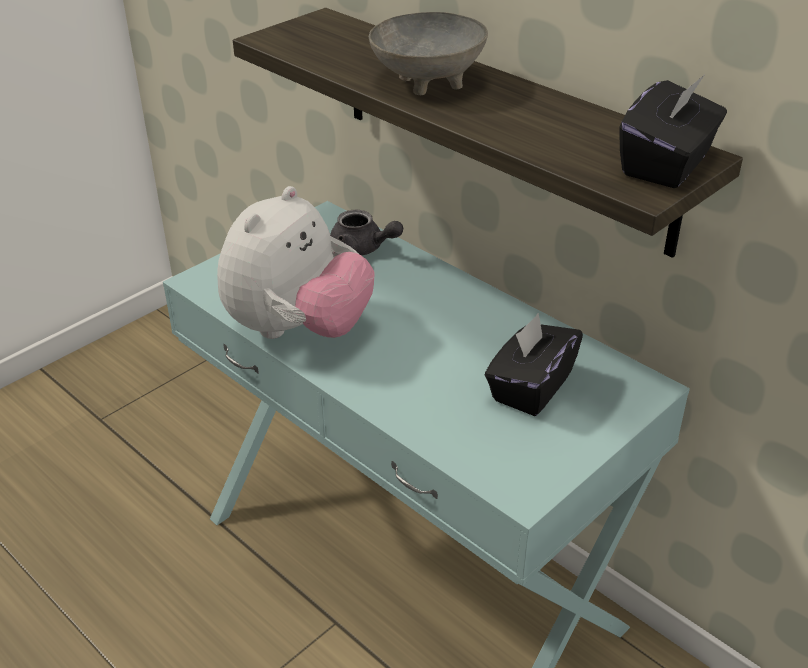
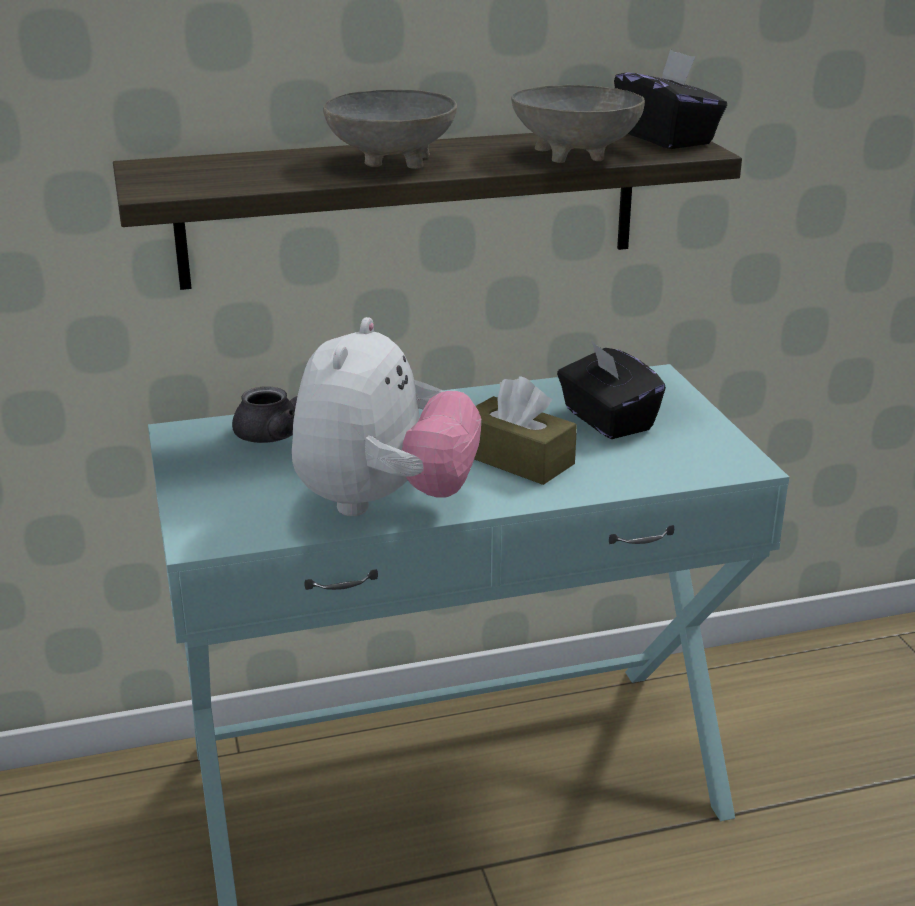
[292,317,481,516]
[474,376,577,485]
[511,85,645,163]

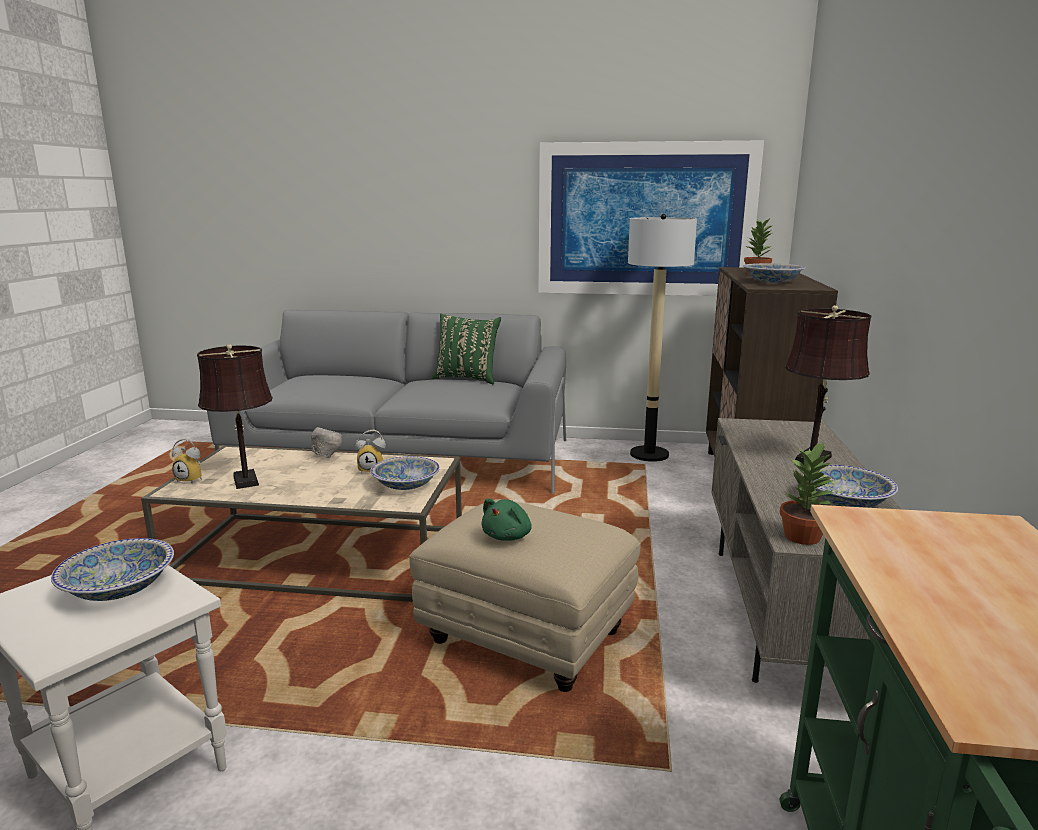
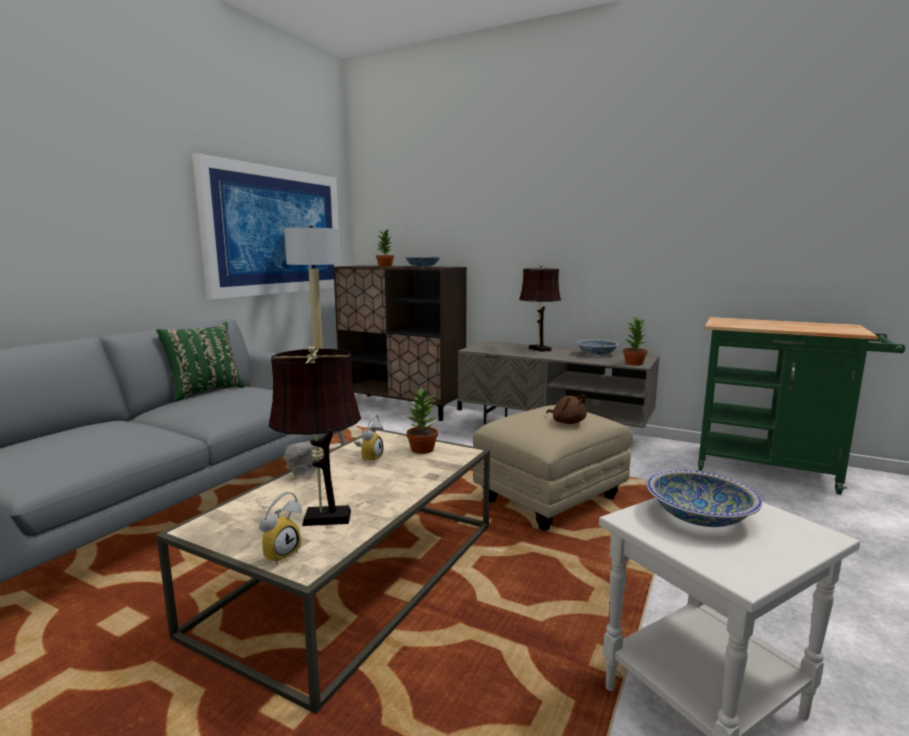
[406,387,438,454]
[546,395,587,424]

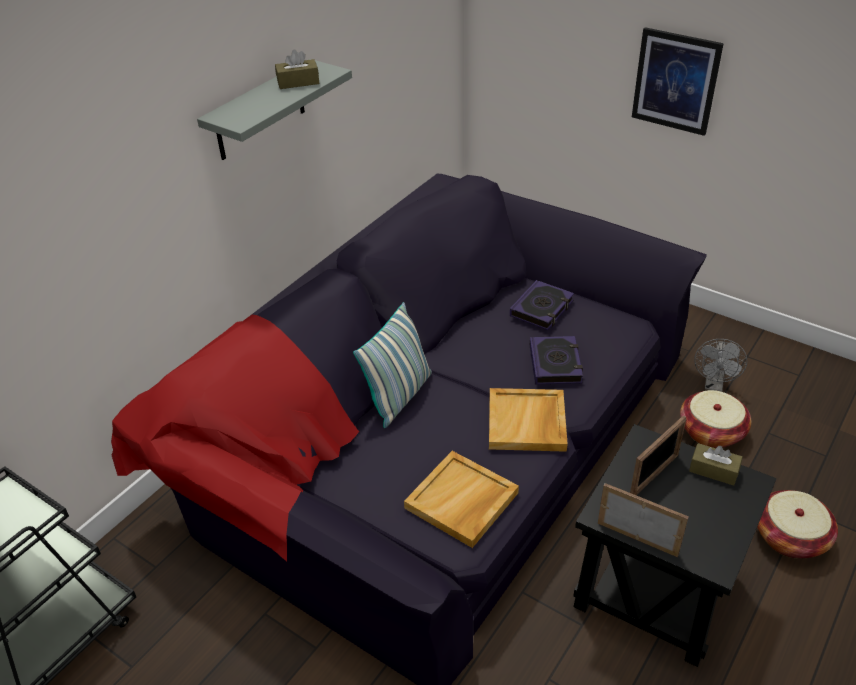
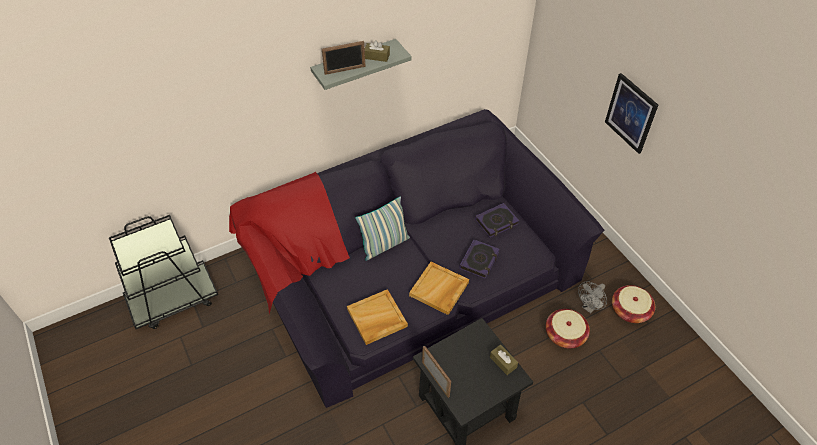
[322,41,366,75]
[612,285,655,323]

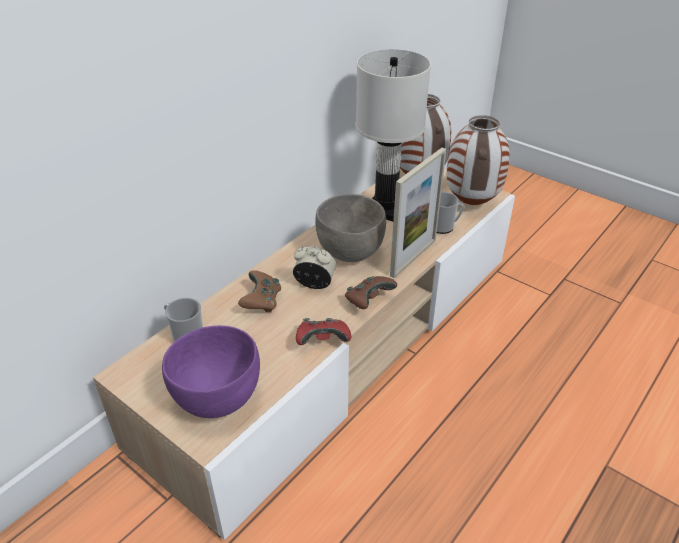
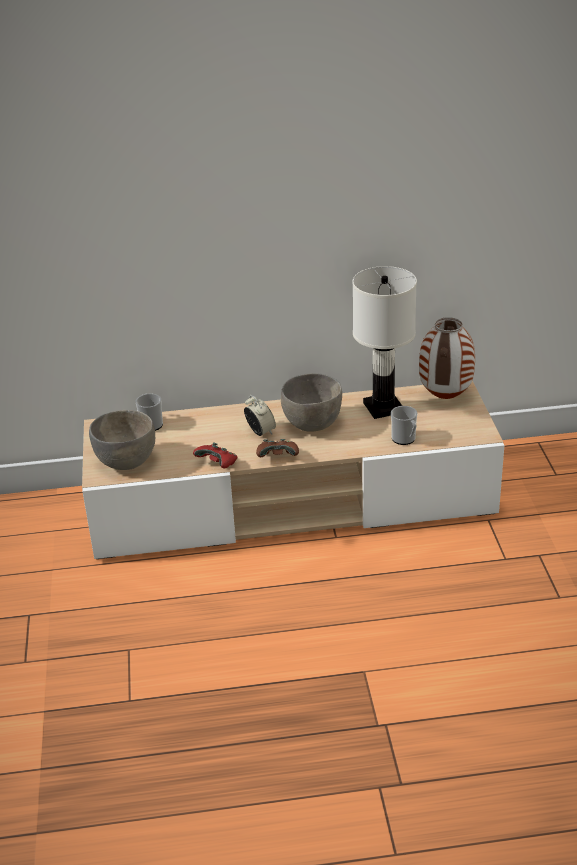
[89,410,155,470]
[238,270,281,313] (first image)
[390,148,446,278] (first image)
[447,115,510,205] (first image)

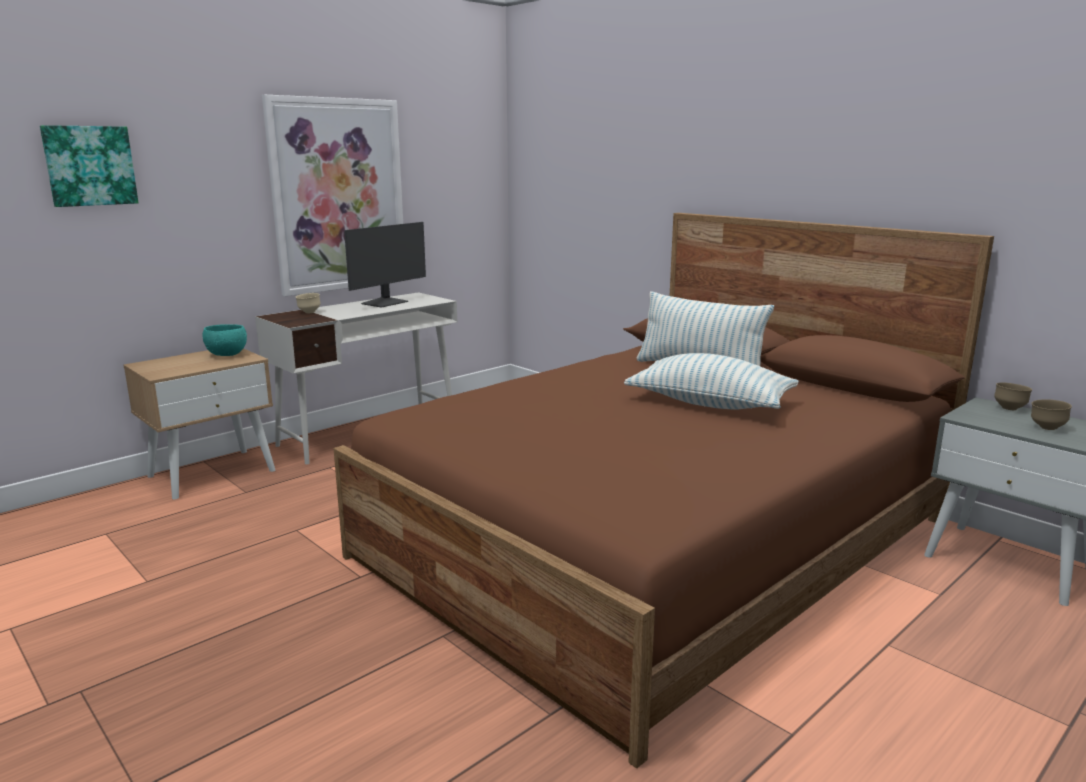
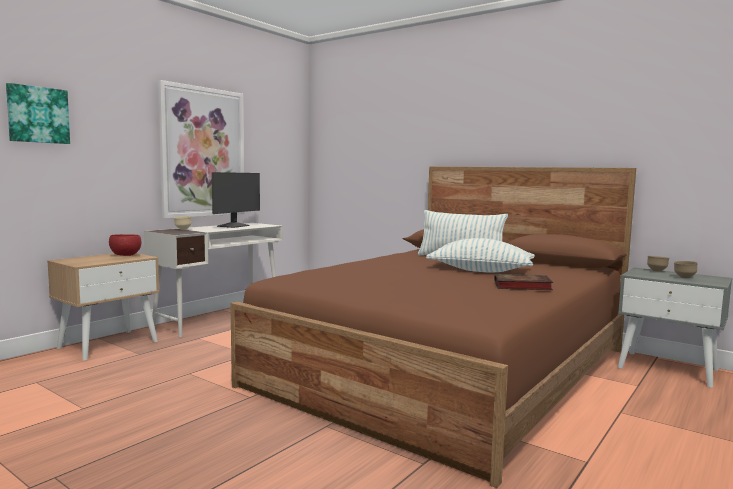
[109,234,141,256]
[495,274,553,290]

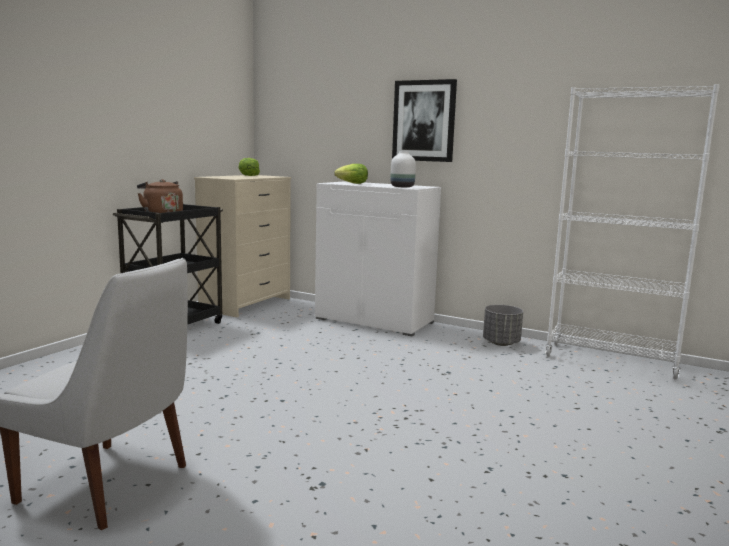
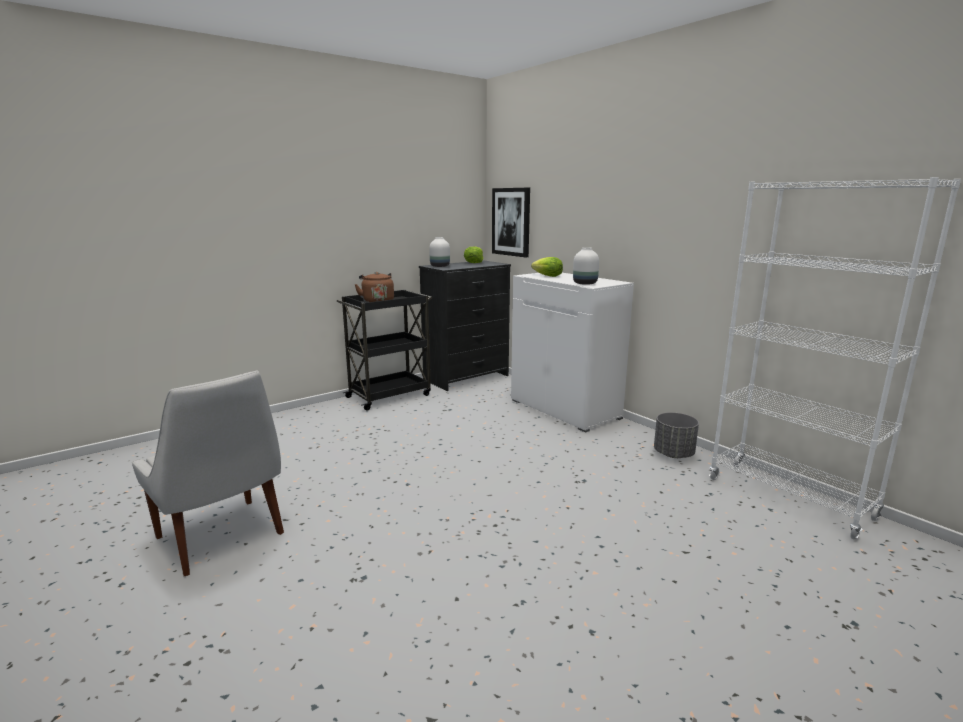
[419,261,511,391]
[492,188,530,257]
[429,237,450,267]

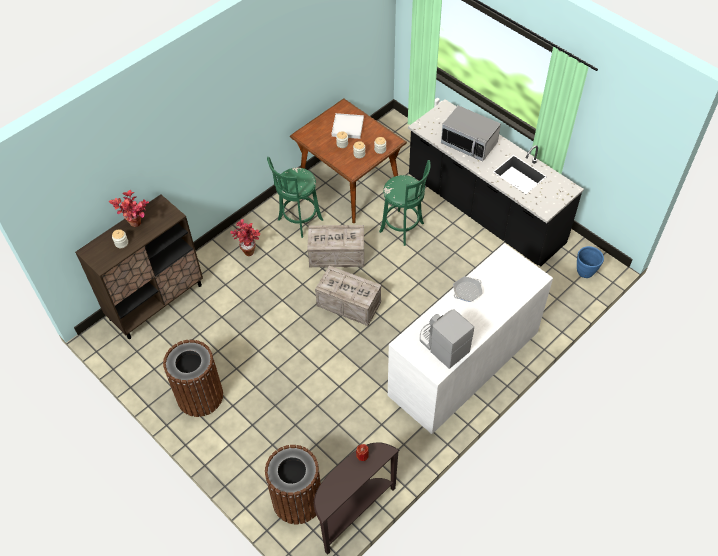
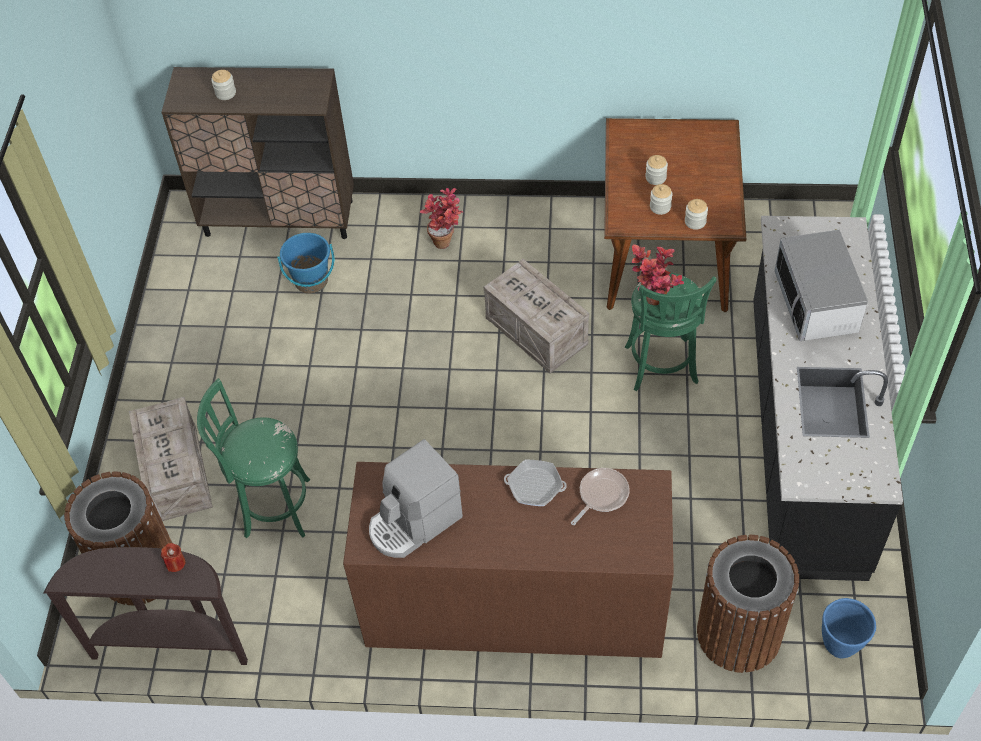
[632,245,684,305]
[697,535,799,673]
[197,378,311,538]
[129,397,213,521]
[332,113,364,139] (first image)
[343,462,674,658]
[369,439,463,558]
[277,233,334,293]
[571,468,630,525]

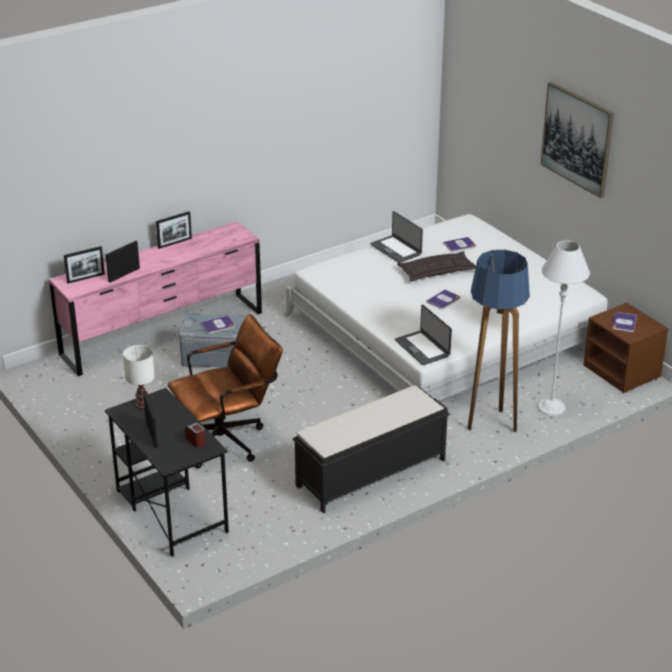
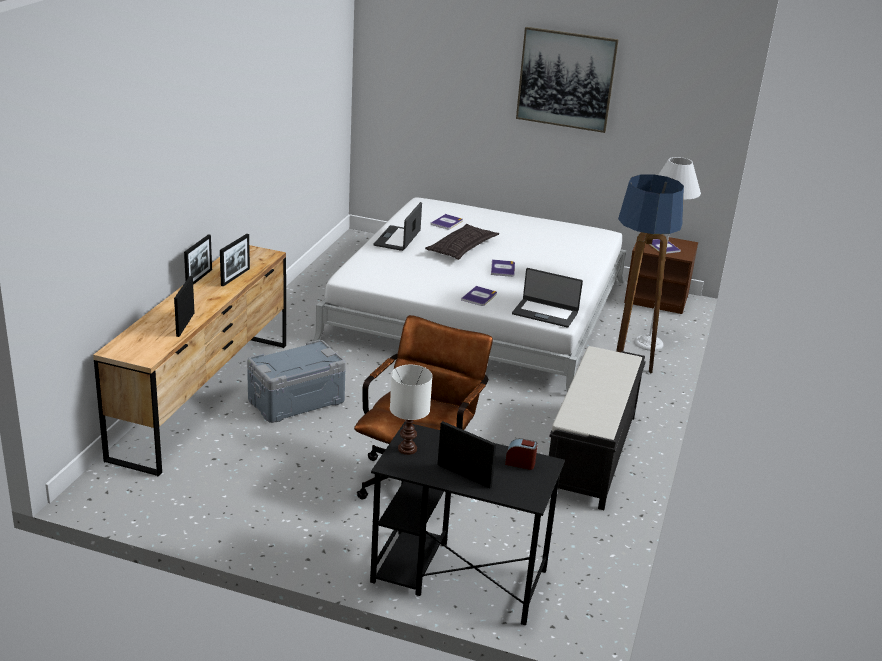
[93,245,286,477]
[220,234,250,286]
[461,286,497,306]
[374,202,422,251]

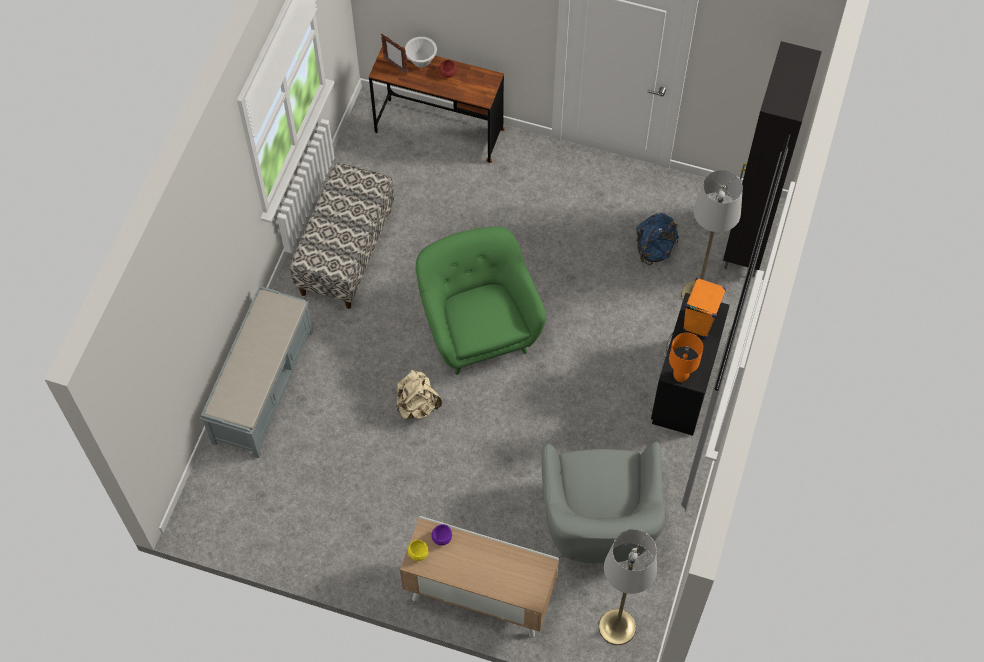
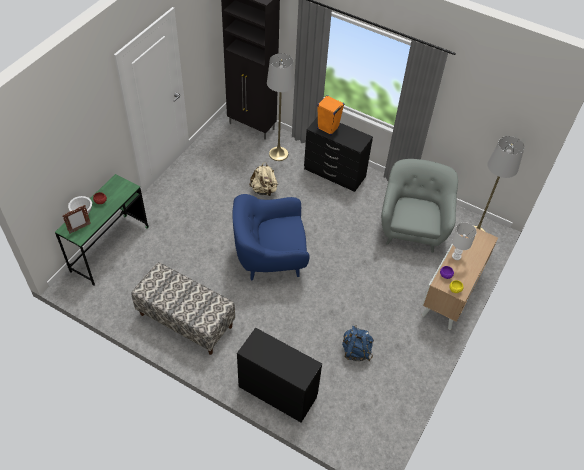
[237,327,322,423]
[55,174,149,286]
[249,162,278,196]
[233,194,310,280]
[381,159,458,253]
[342,325,374,361]
[669,333,703,382] (first image)
[452,222,477,260]

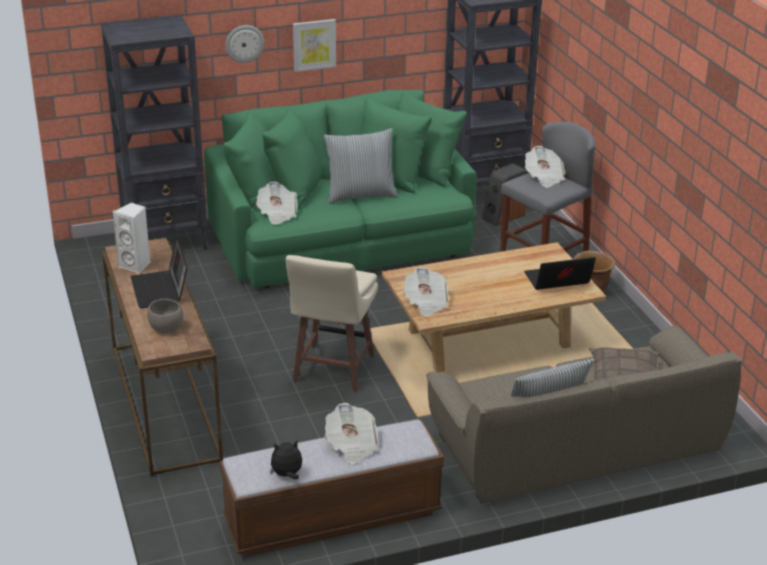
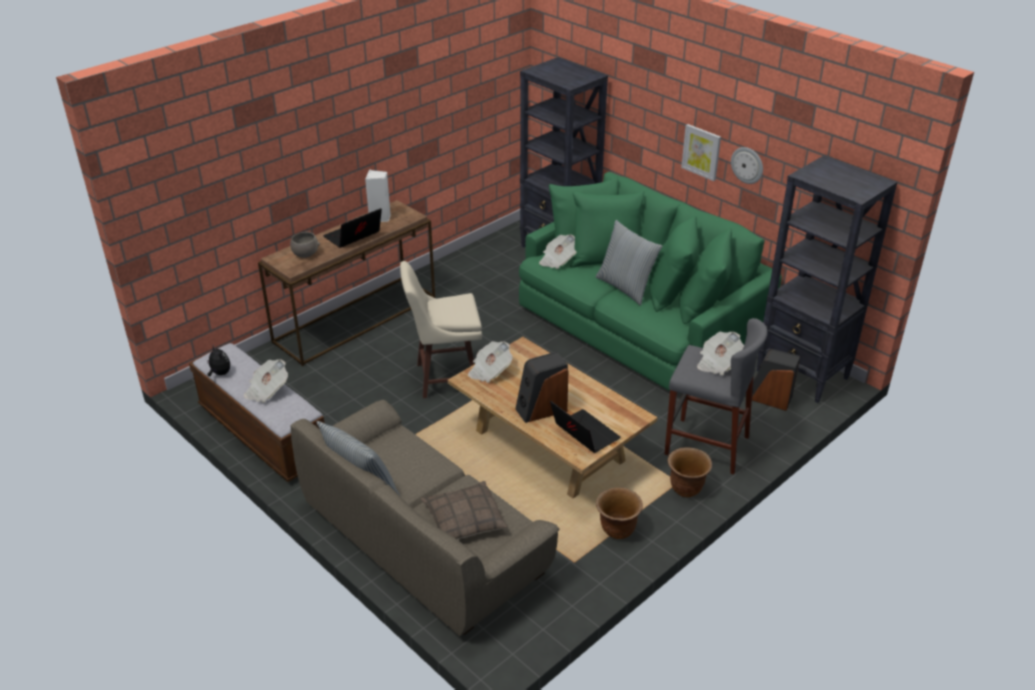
[731,147,763,184]
[515,351,568,423]
[596,487,643,539]

